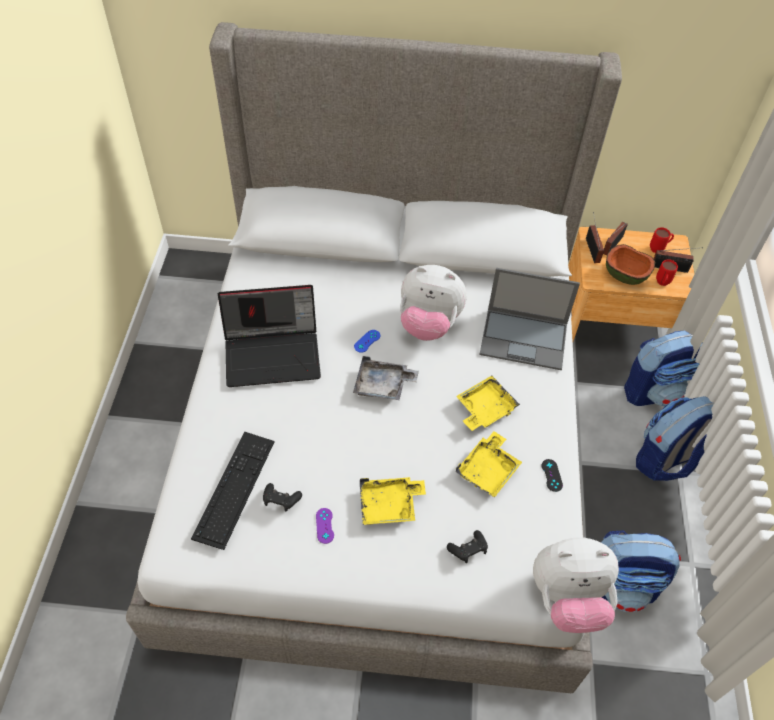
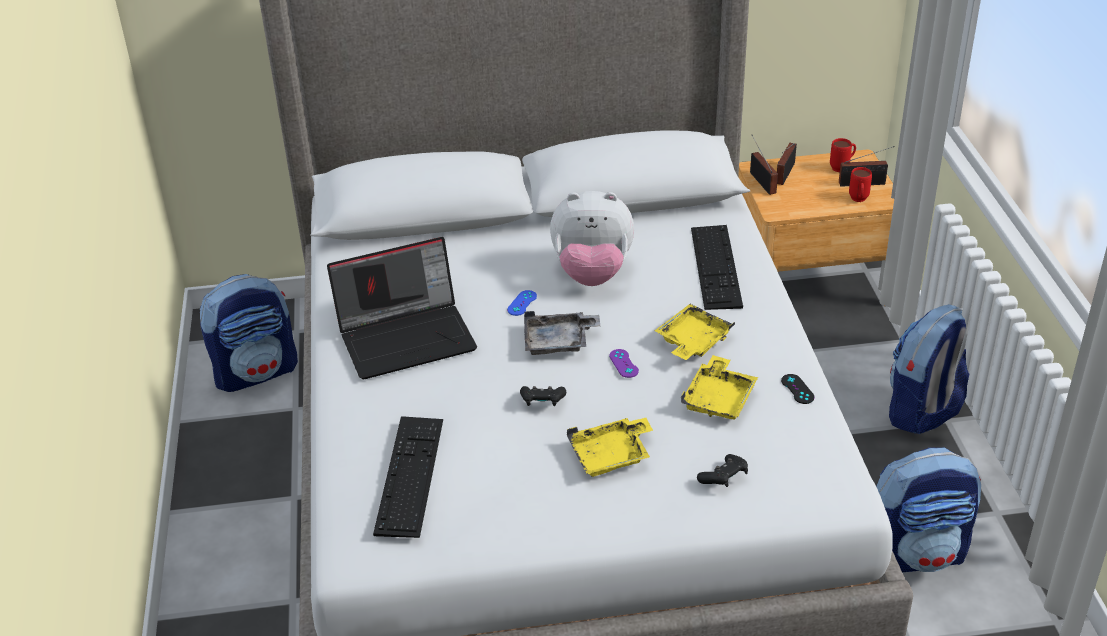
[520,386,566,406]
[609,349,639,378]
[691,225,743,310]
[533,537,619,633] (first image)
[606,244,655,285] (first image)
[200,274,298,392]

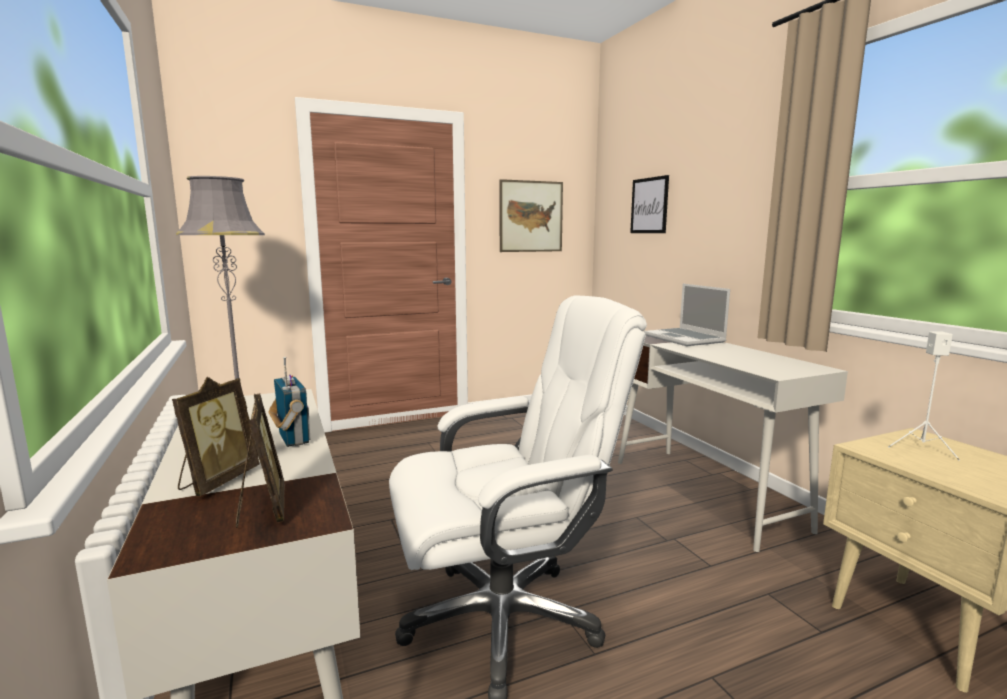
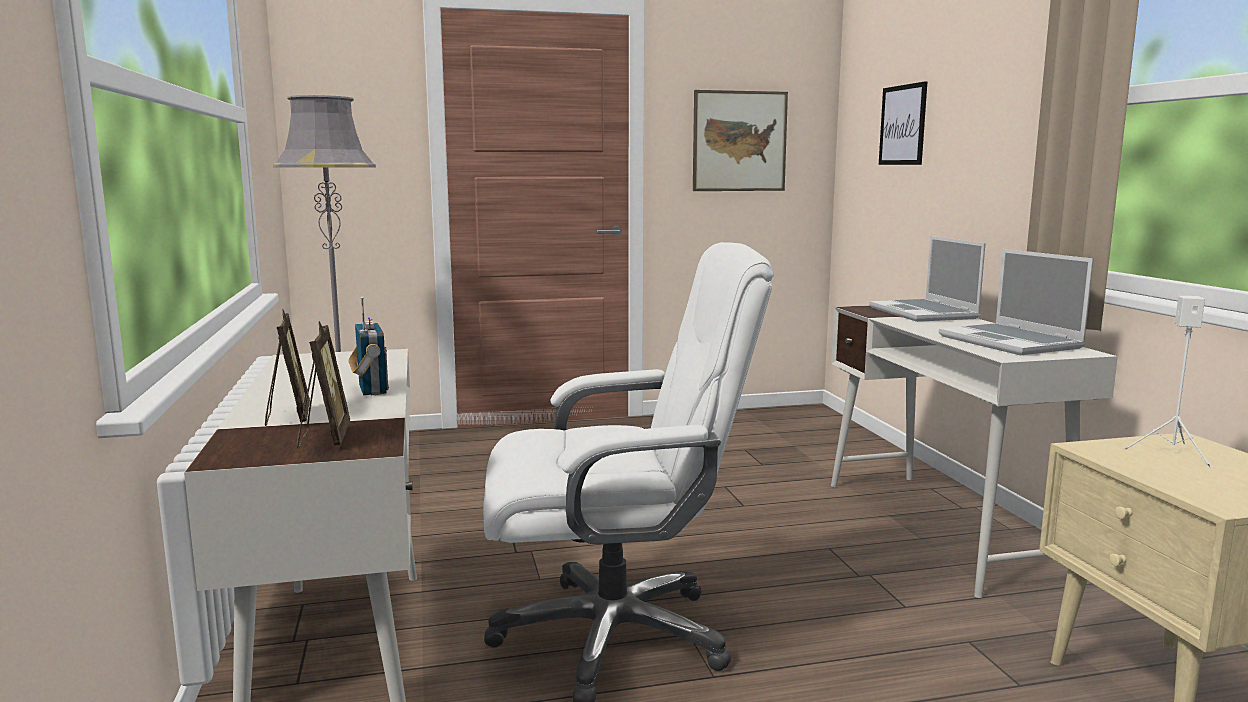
[265,308,310,426]
[939,249,1094,355]

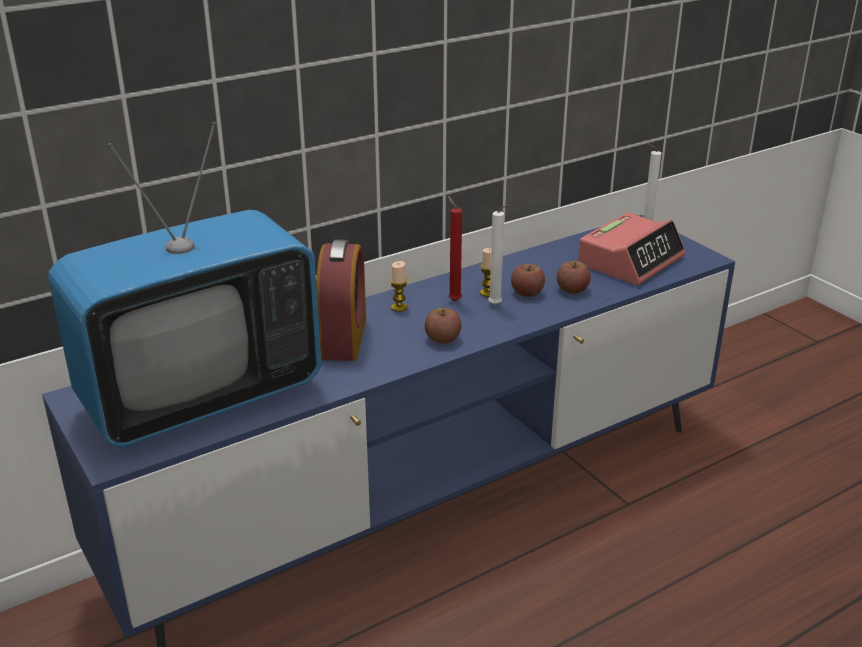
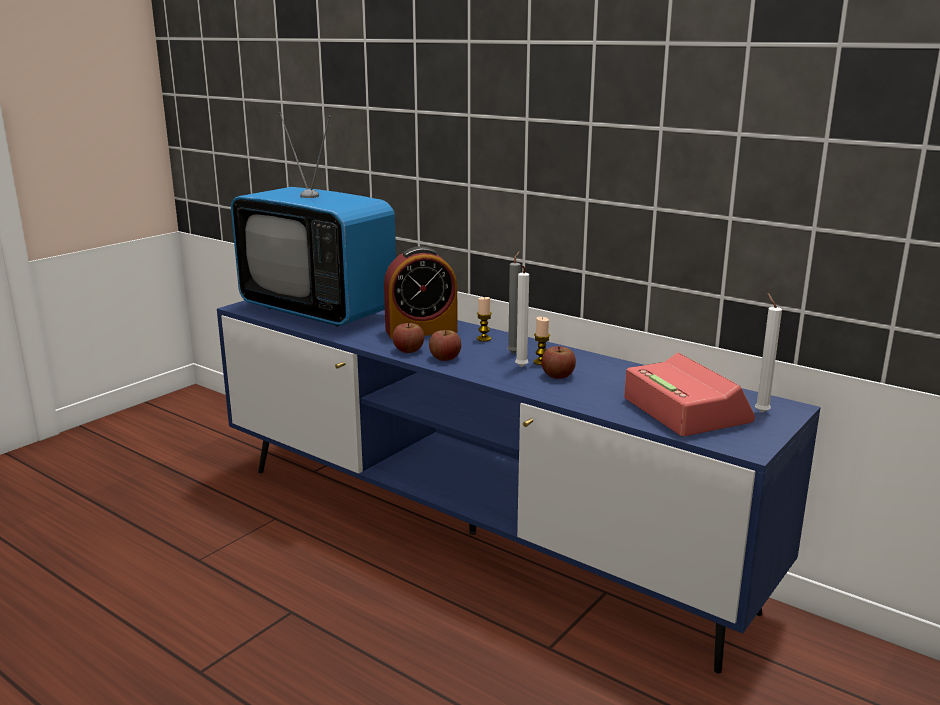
[507,251,521,354]
[392,323,424,353]
[624,353,755,436]

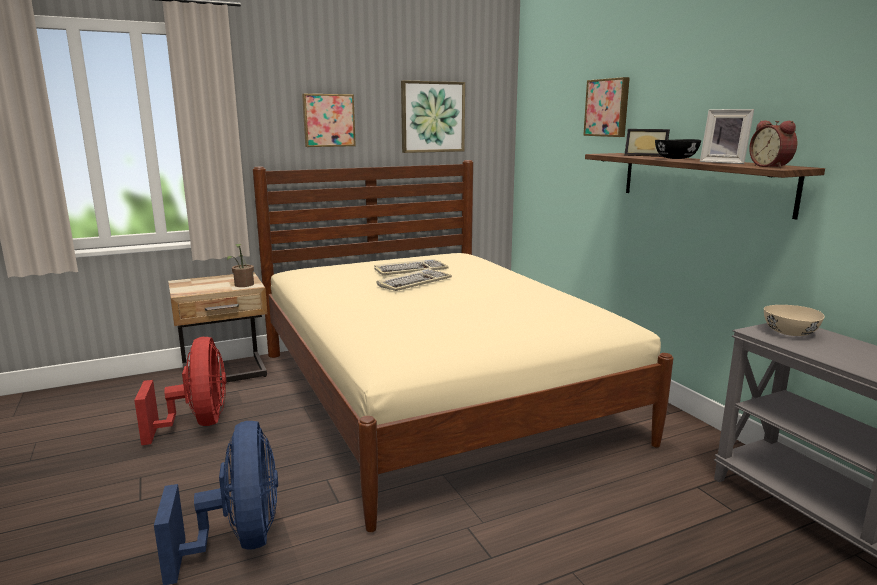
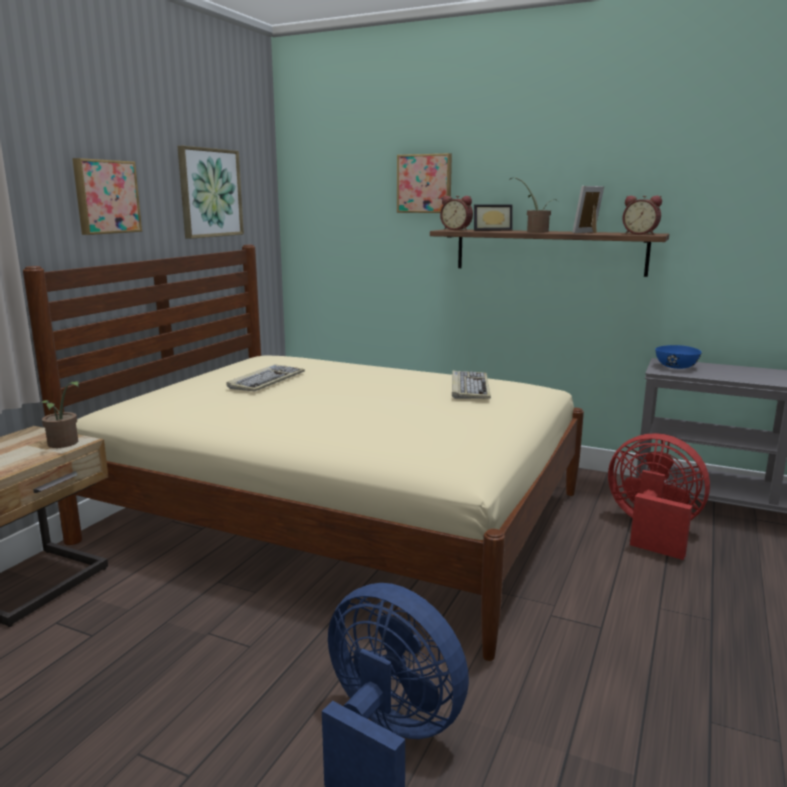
[608,433,710,560]
[452,370,491,399]
[509,178,558,232]
[572,186,604,233]
[655,345,702,369]
[440,196,473,230]

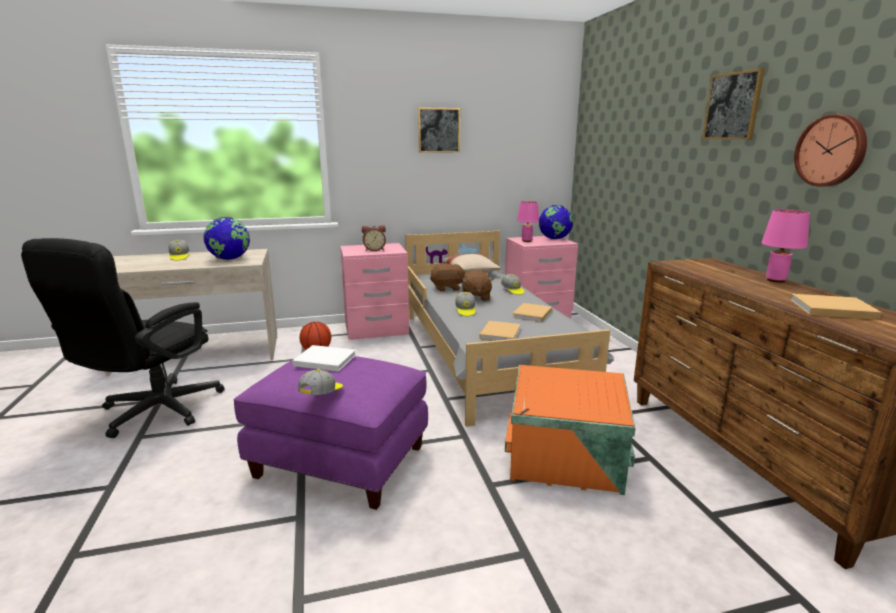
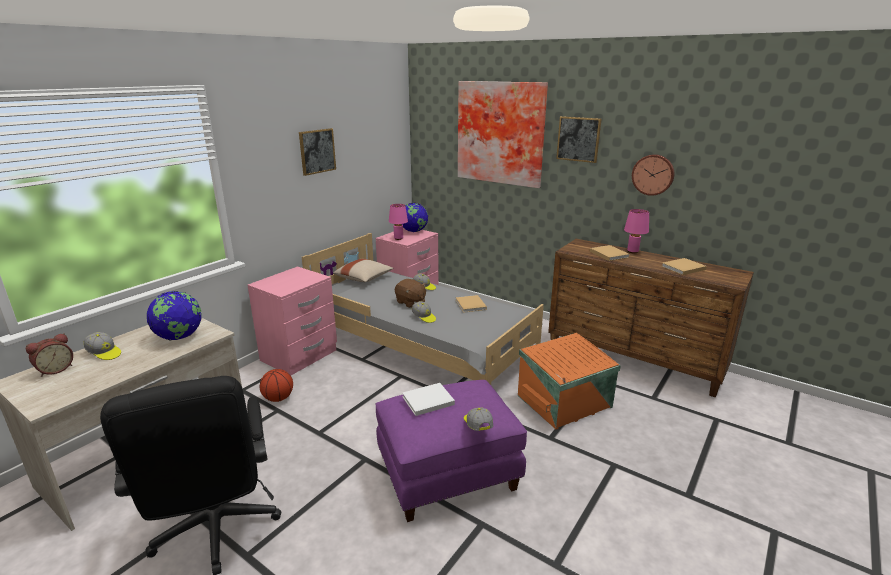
[26,333,73,377]
[430,263,465,291] (first image)
[590,245,630,261]
[458,81,548,188]

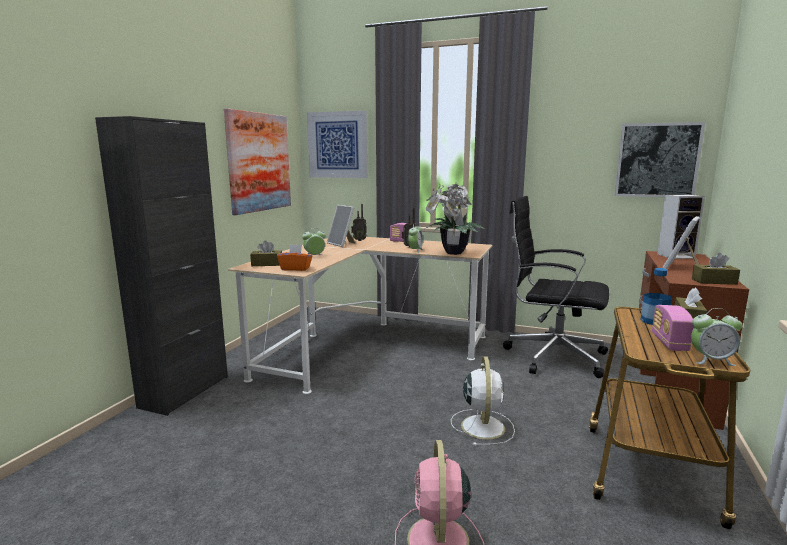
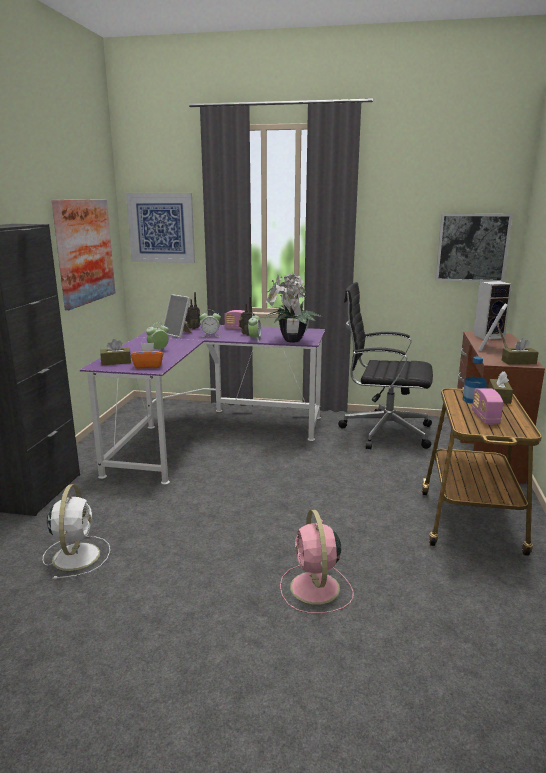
[80,324,325,485]
[42,484,110,580]
[199,313,221,337]

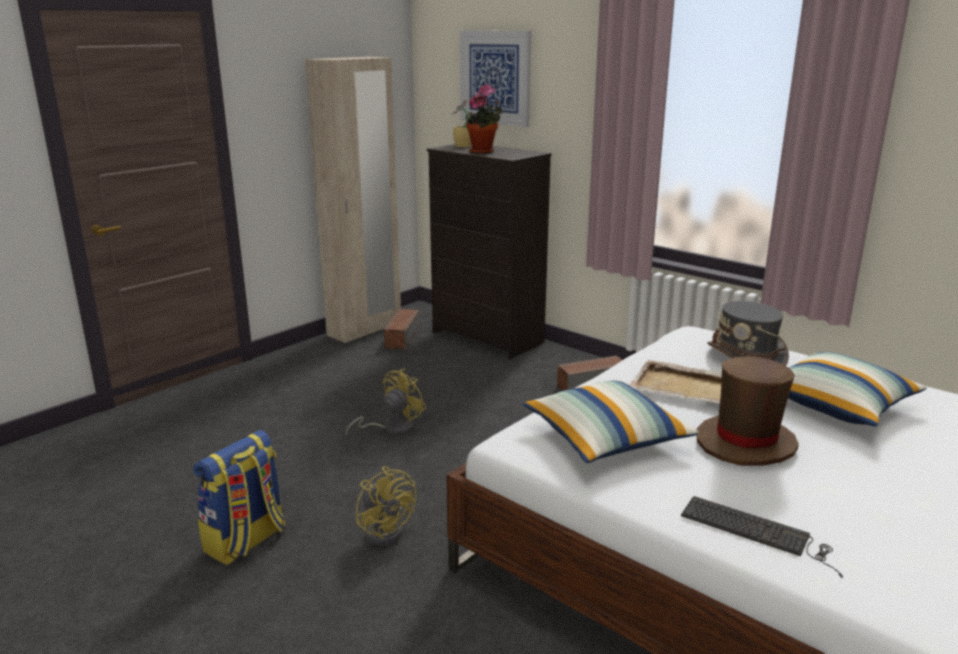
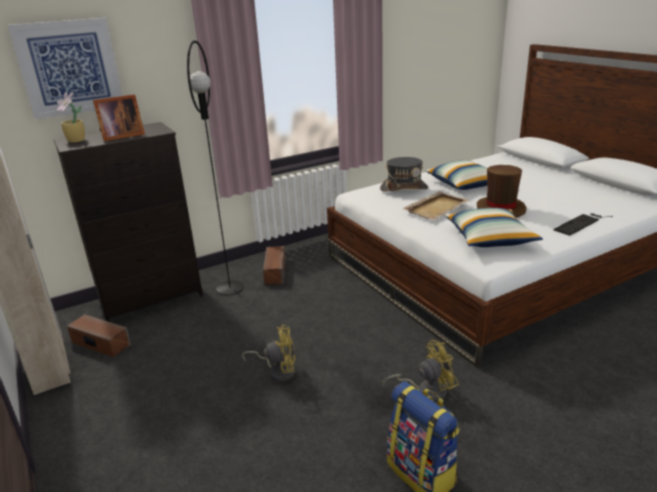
[242,325,295,382]
[93,94,145,141]
[187,40,244,296]

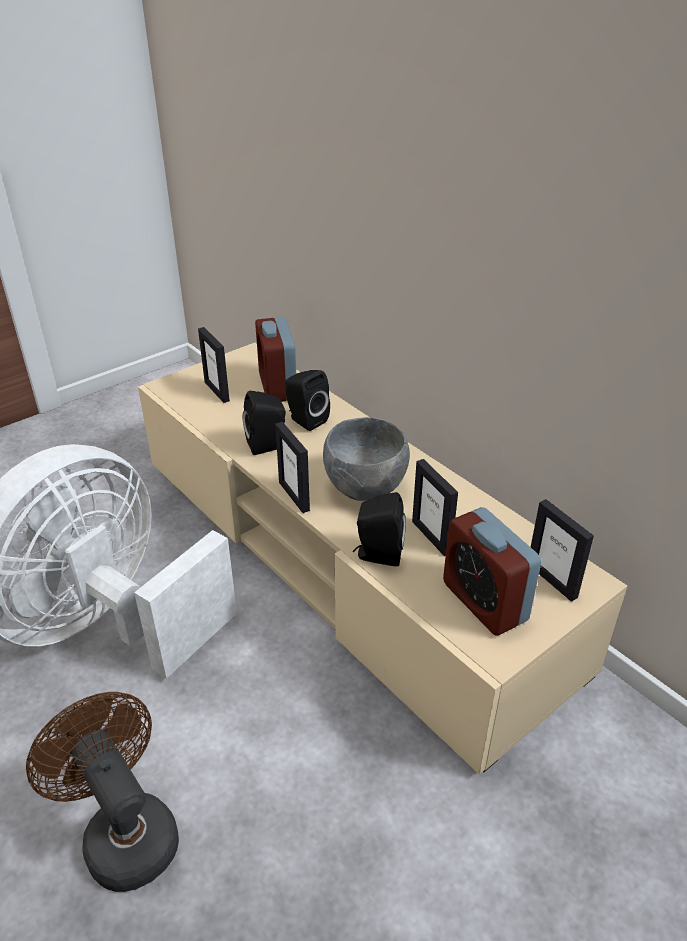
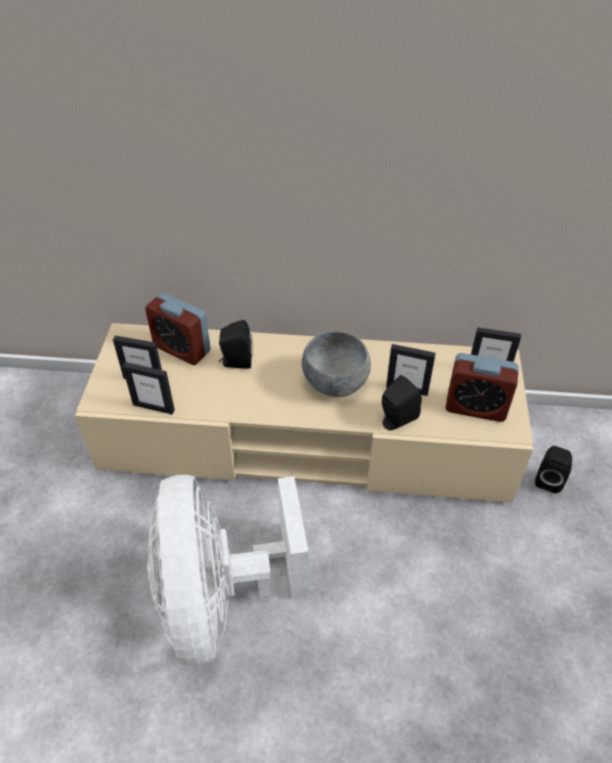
[26,692,179,892] (first image)
[535,446,572,493]
[122,362,175,414]

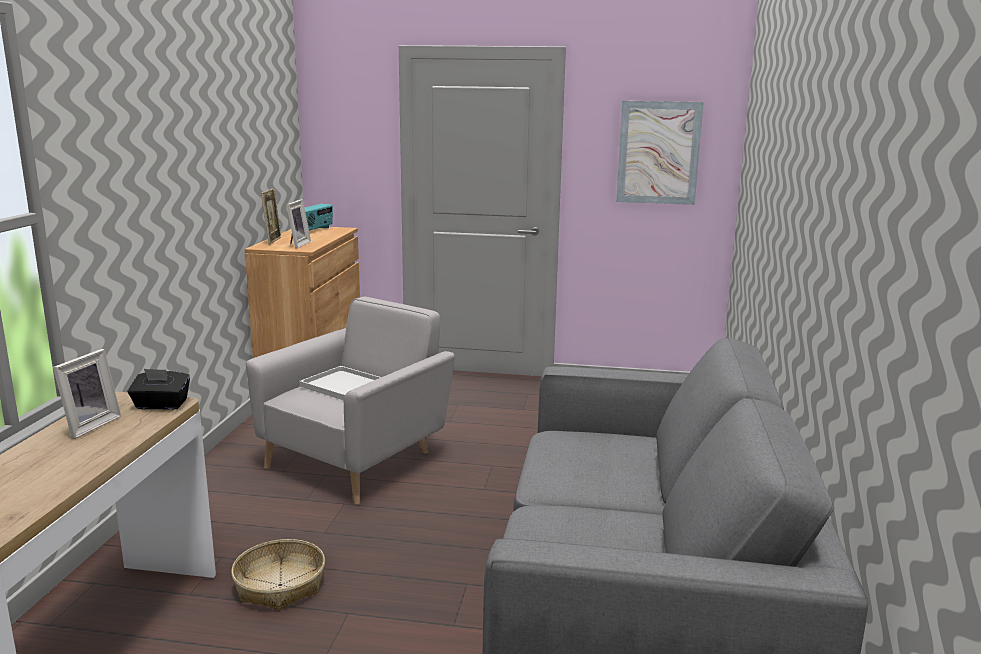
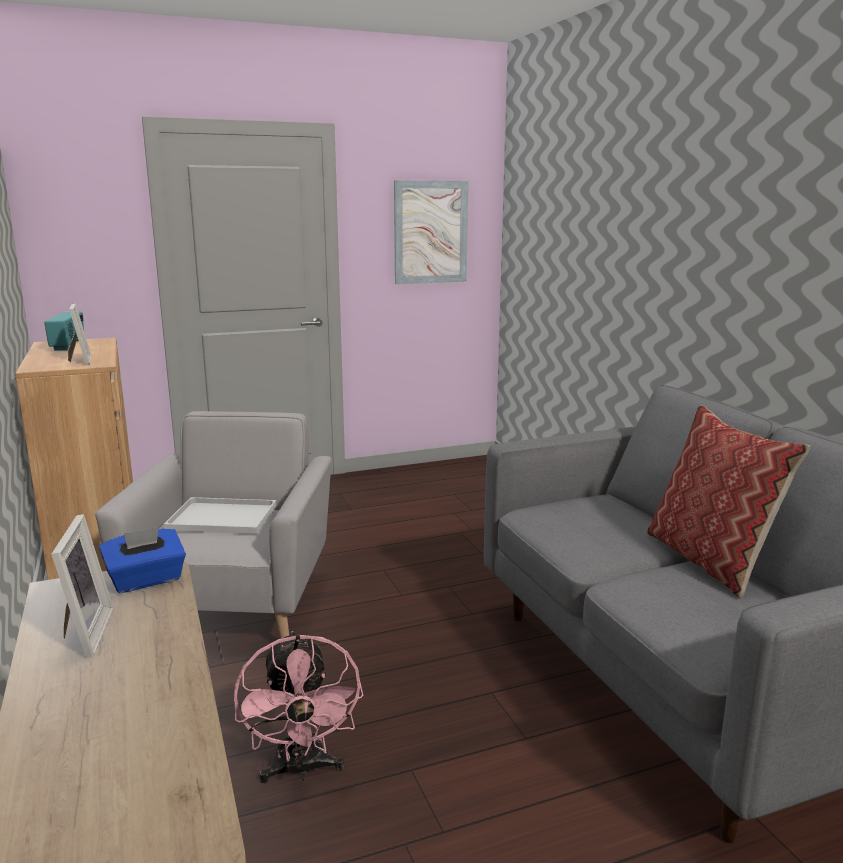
[99,527,186,593]
[234,631,363,783]
[261,188,282,245] (first image)
[647,405,811,598]

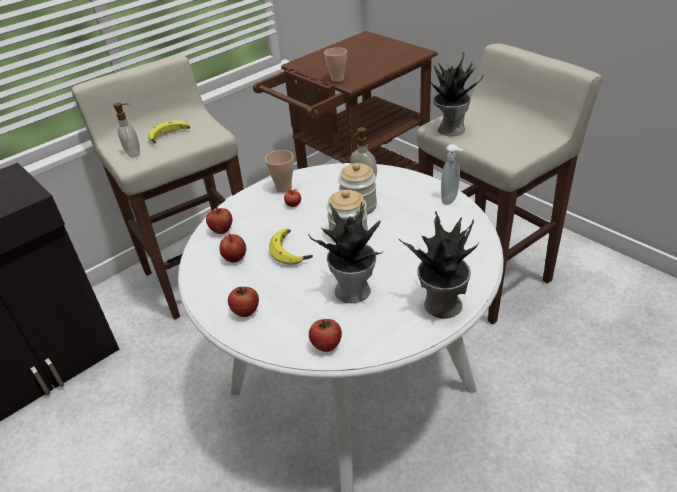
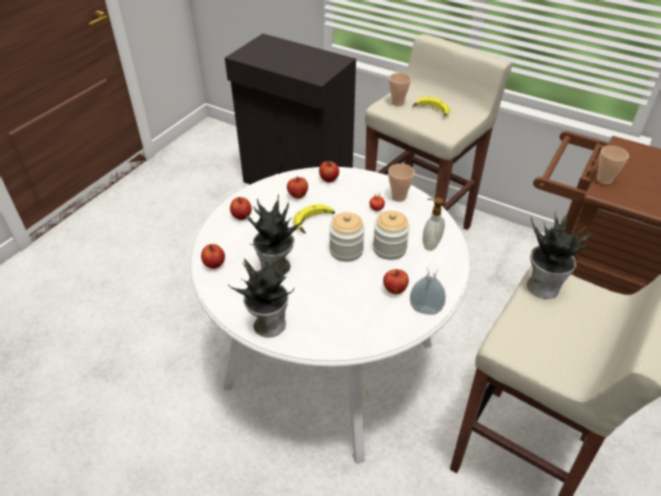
[389,73,411,106]
[383,269,409,294]

